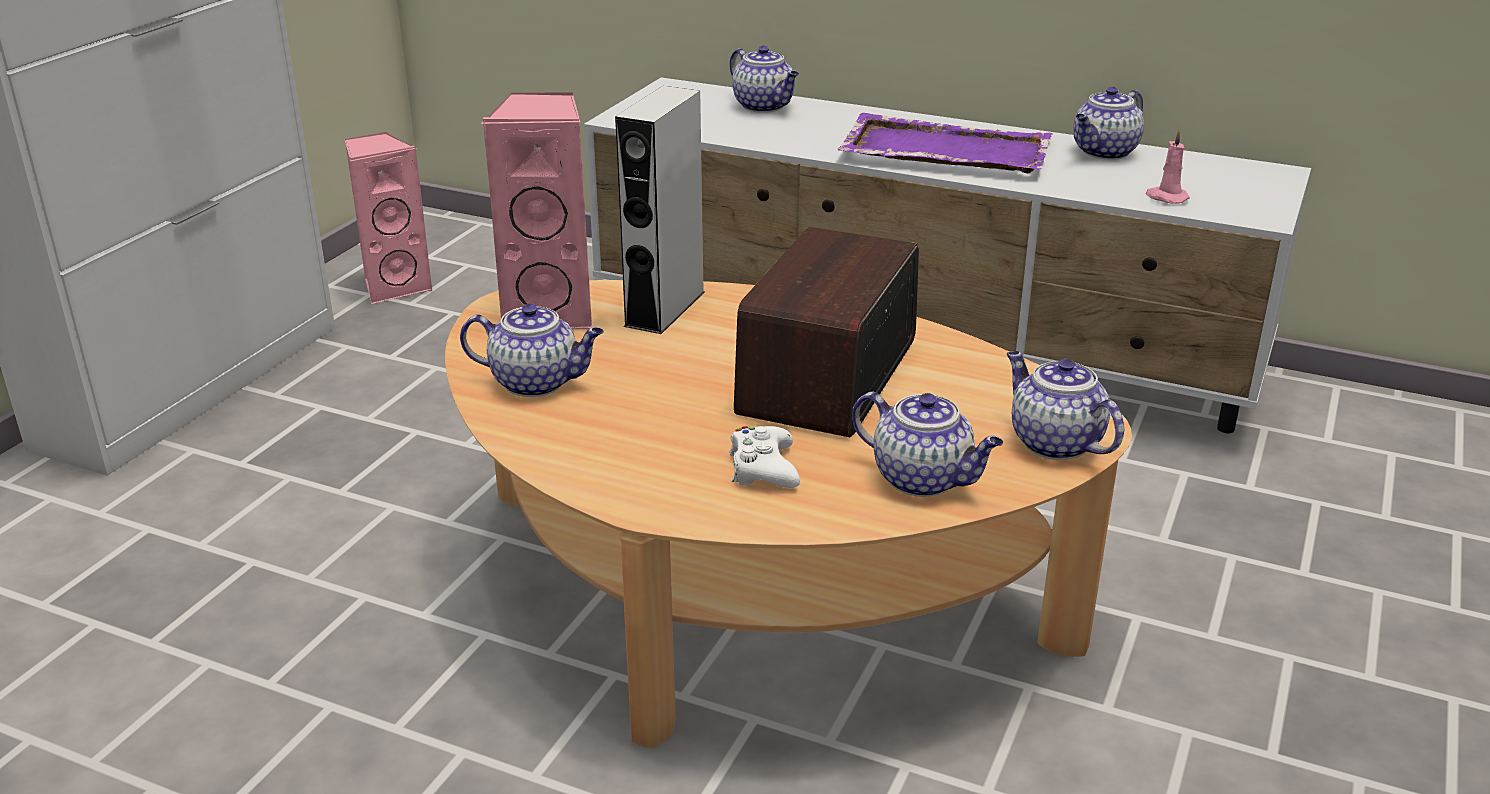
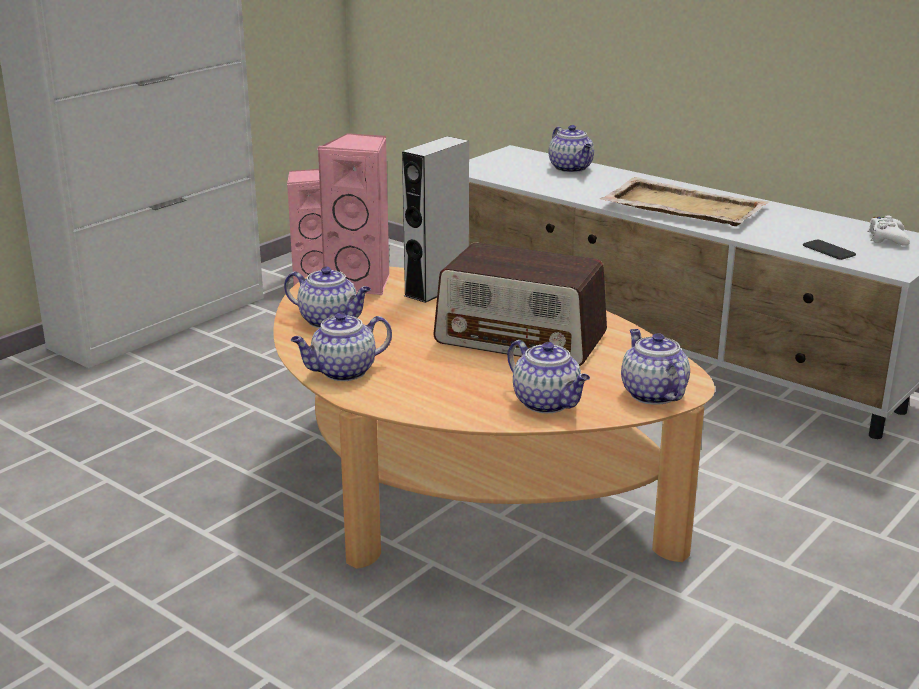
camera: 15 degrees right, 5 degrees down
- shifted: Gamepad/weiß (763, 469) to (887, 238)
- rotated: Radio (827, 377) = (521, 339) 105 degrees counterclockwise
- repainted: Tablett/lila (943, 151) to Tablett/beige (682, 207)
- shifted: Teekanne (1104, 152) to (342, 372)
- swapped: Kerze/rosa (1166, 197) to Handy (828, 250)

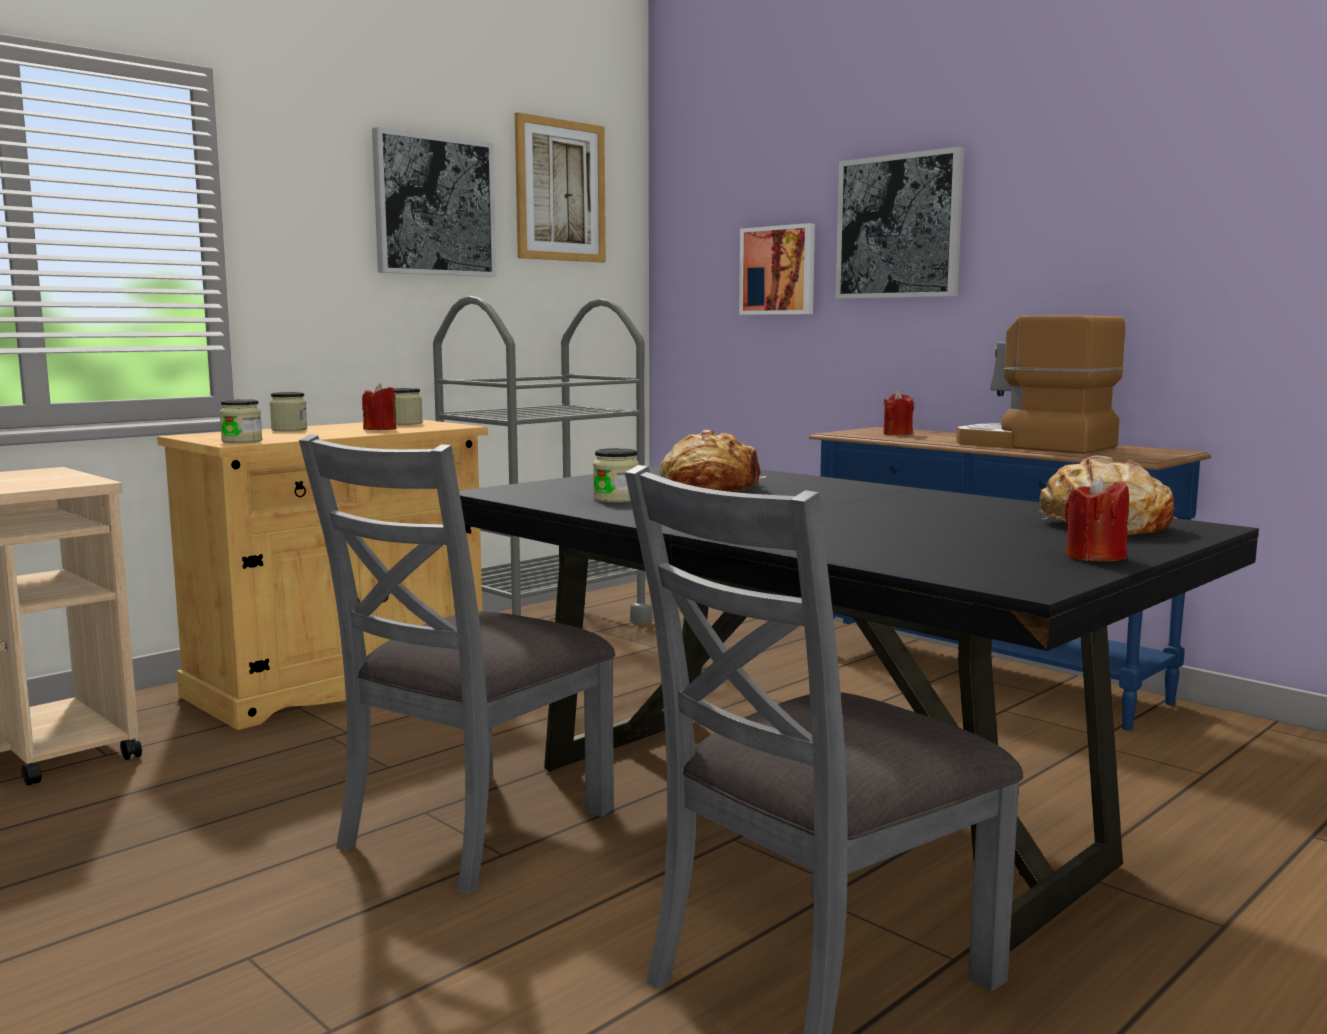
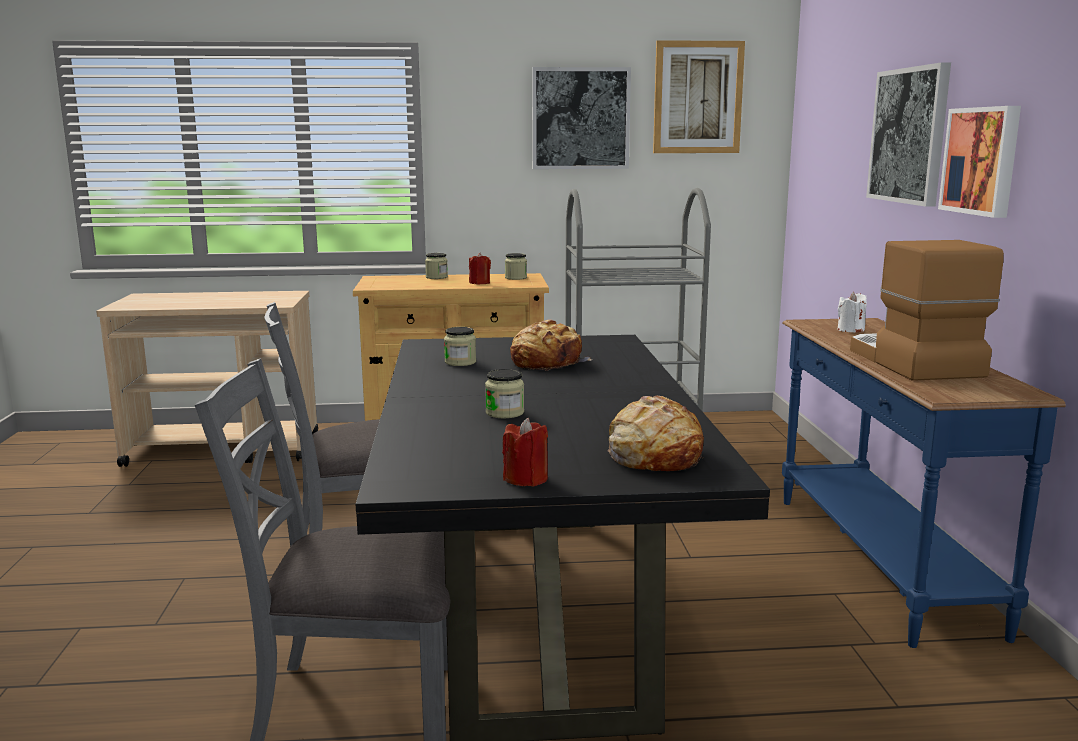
camera: 40 degrees right, 5 degrees up
- shifted: Vorratsglas (242, 441) to (505, 413)
- shifted: Bild (779, 270) to (982, 161)
- repainted: Kerze/rot (897, 434) to Kerze/weiß (850, 330)

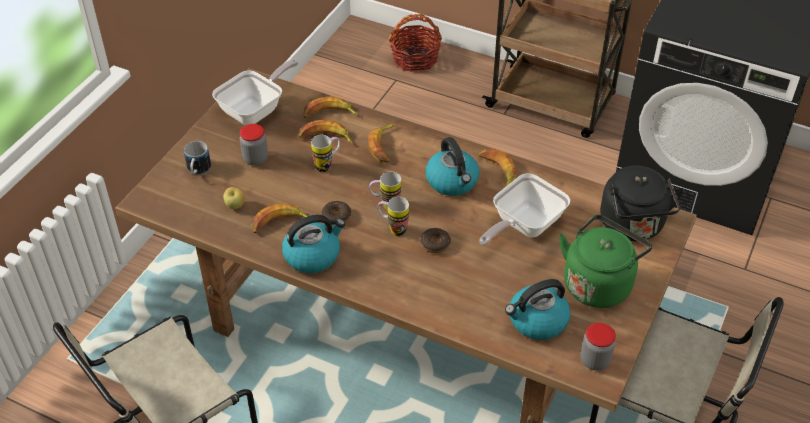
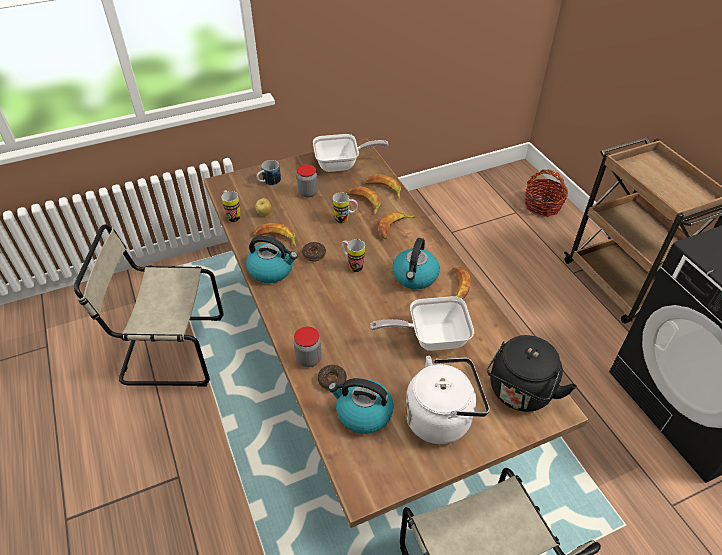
camera: 40 degrees right, 0 degrees up
- shifted: Henkelbecher (393, 229) to (232, 216)
- shifted: Donut (435, 244) to (332, 380)
- repainted: Wasserkessel/grün (598, 283) to Wasserkessel/weiß (442, 417)
- shifted: Vorratsglas (595, 360) to (308, 359)

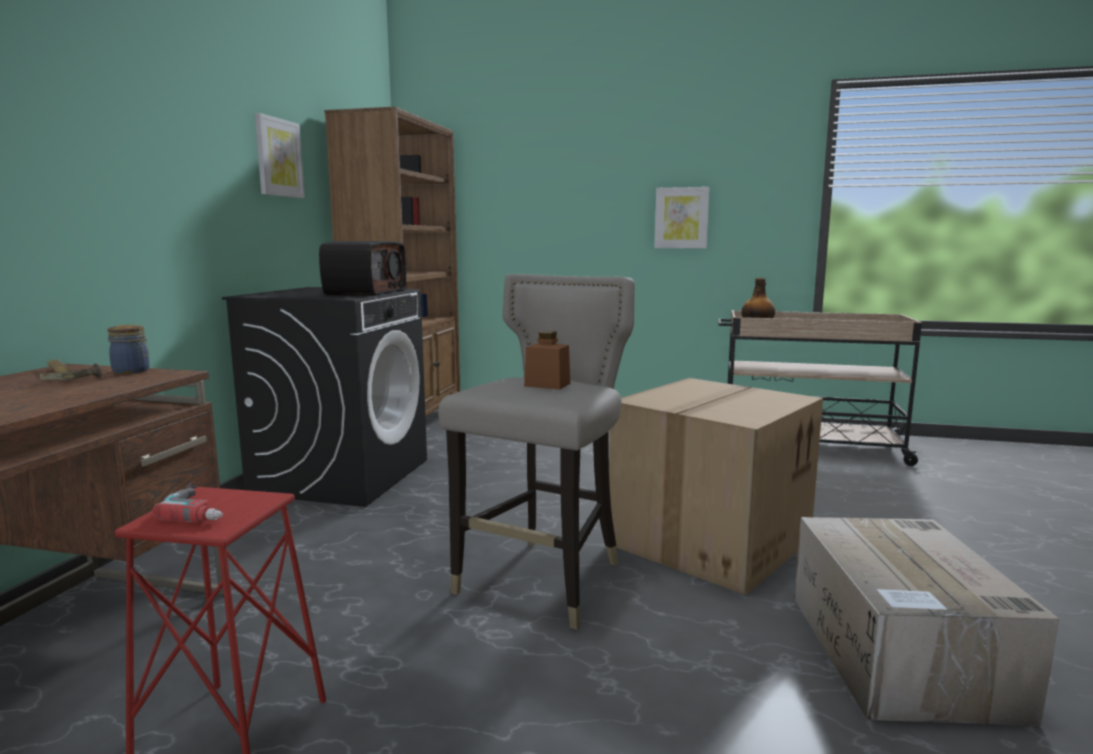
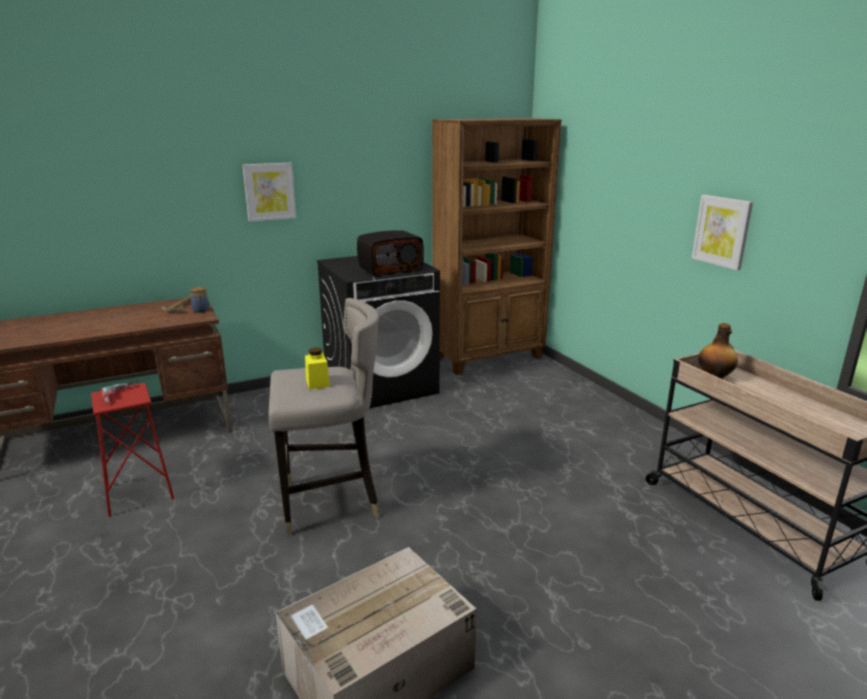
camera: 50 degrees right, 10 degrees up
- shifted: Bild (278, 158) to (269, 191)
- repainted: Vorratsglas/braun (547, 385) to Vorratsglas/gelb (317, 383)
- gone: Karton (709, 540)

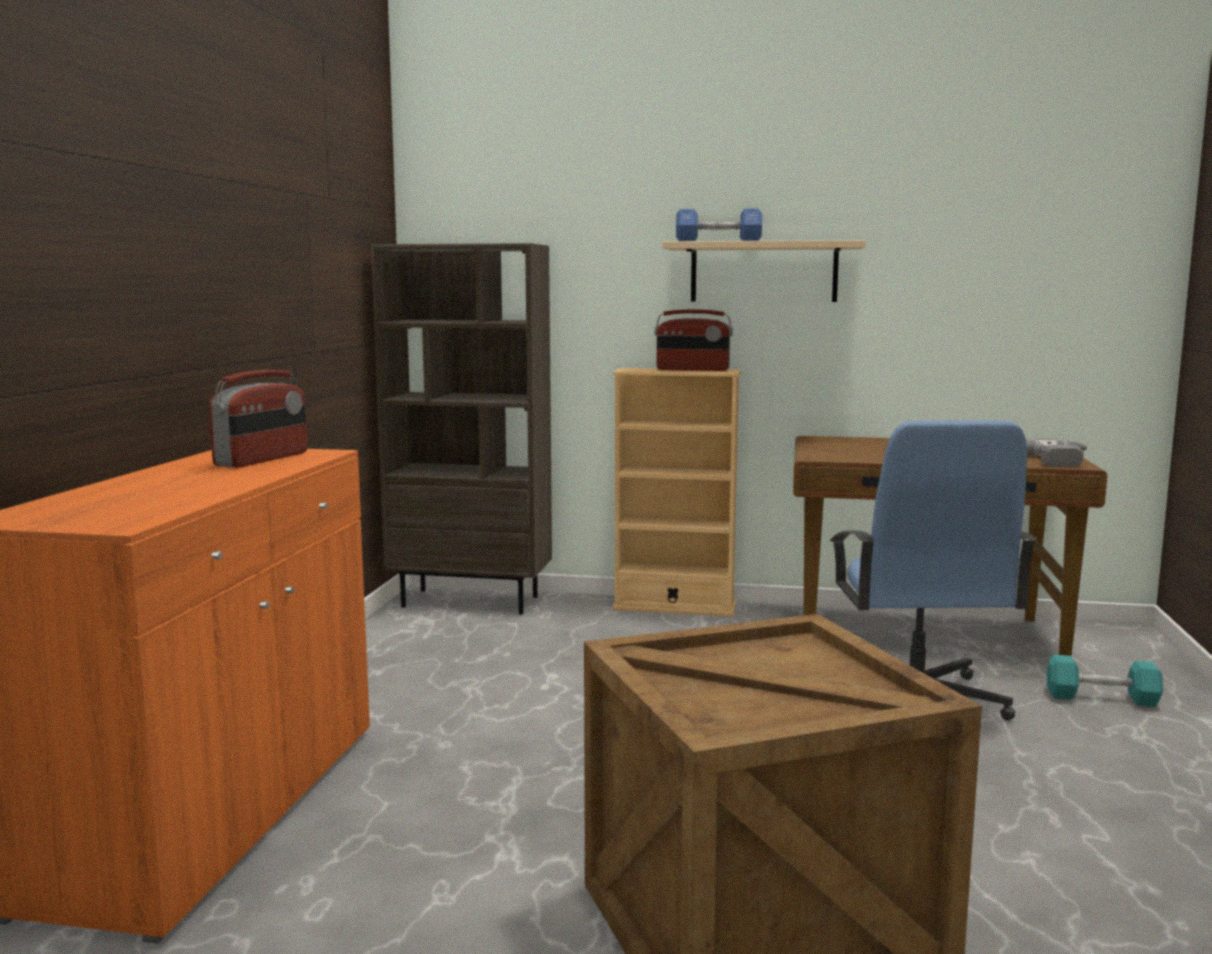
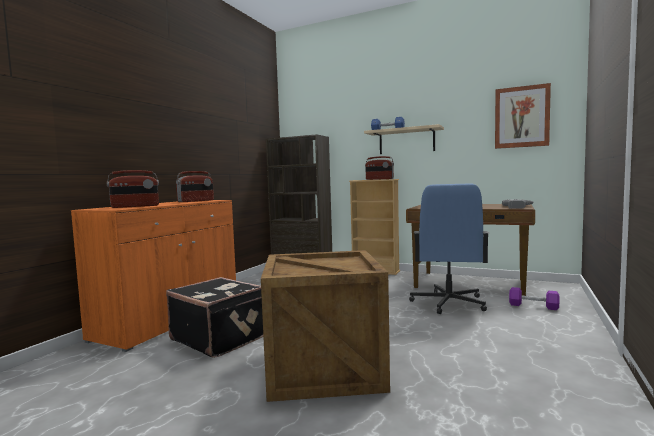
camera: 15 degrees right, 5 degrees down
- repainted: Hantel/türkis (1101, 698) to Hantel/lila (533, 306)
- new: Radio (135, 206)
- new: Koffer/schwarz (220, 338)
- new: Bild (521, 117)

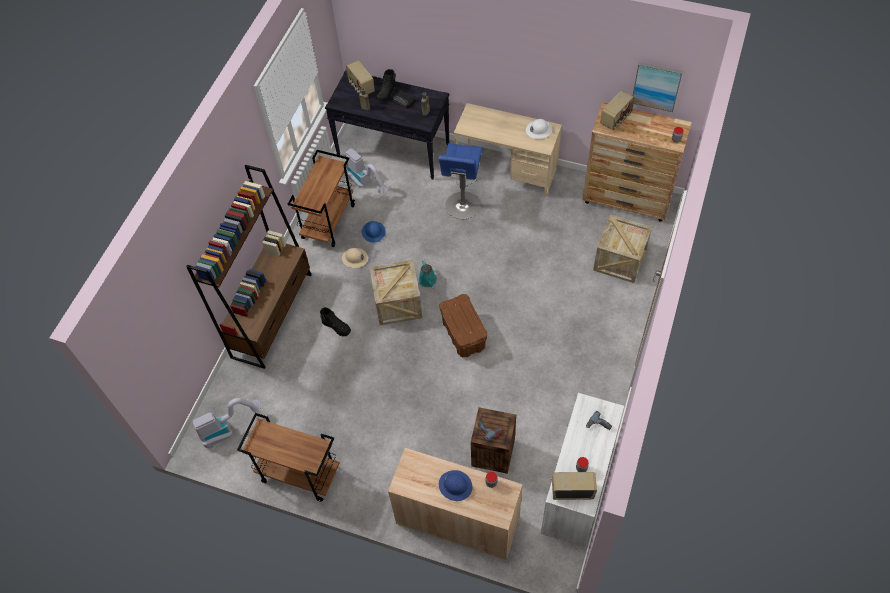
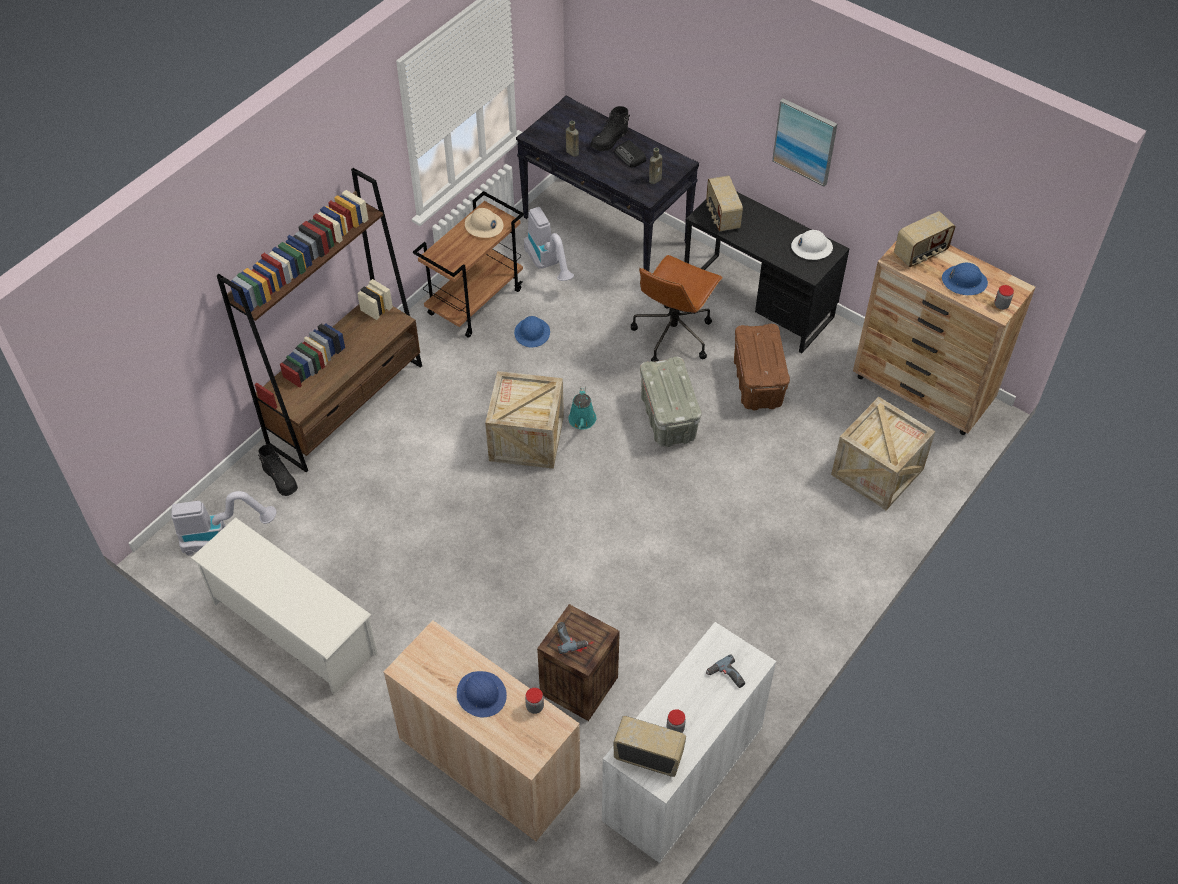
camera: 15 degrees right, 5 degrees down
- swapped: Rollwagen/braun (298, 474) to Schuhregal/weiß (293, 628)
- shifted: Stiefel/schwarz (336, 327) to (281, 479)
- shifted: Schutzhelm/beige (355, 258) to (484, 226)
- shifted: Radio (361, 87) to (722, 216)
- swapped: Hocker/blau (462, 207) to Bürostuhl/braun (673, 334)
- shifted: Aufbewahrungsbox/braun (464, 335) to (758, 383)
- repainted: Schreibtisch/beige (506, 171) to Schreibtisch/schwarz (757, 302)
- shifted: Bild (656, 86) to (805, 141)
- new: Aufbewahrungsbox/grau (668, 418)
- new: Schutzhelm/blau (964, 281)

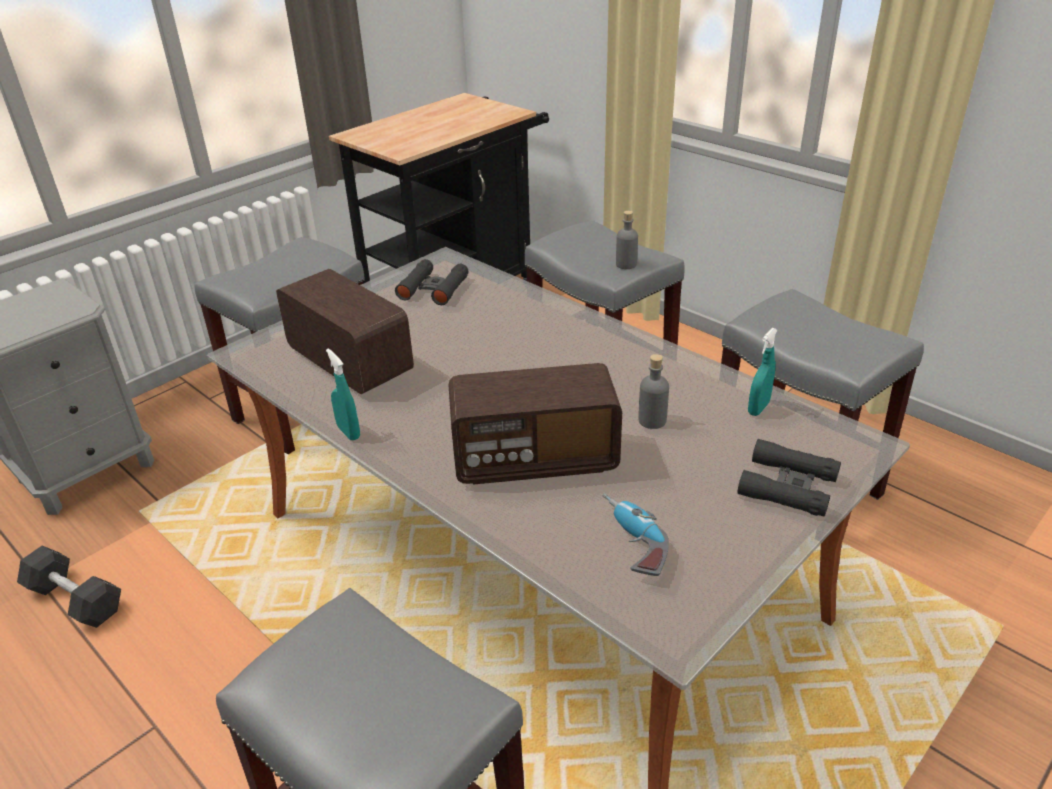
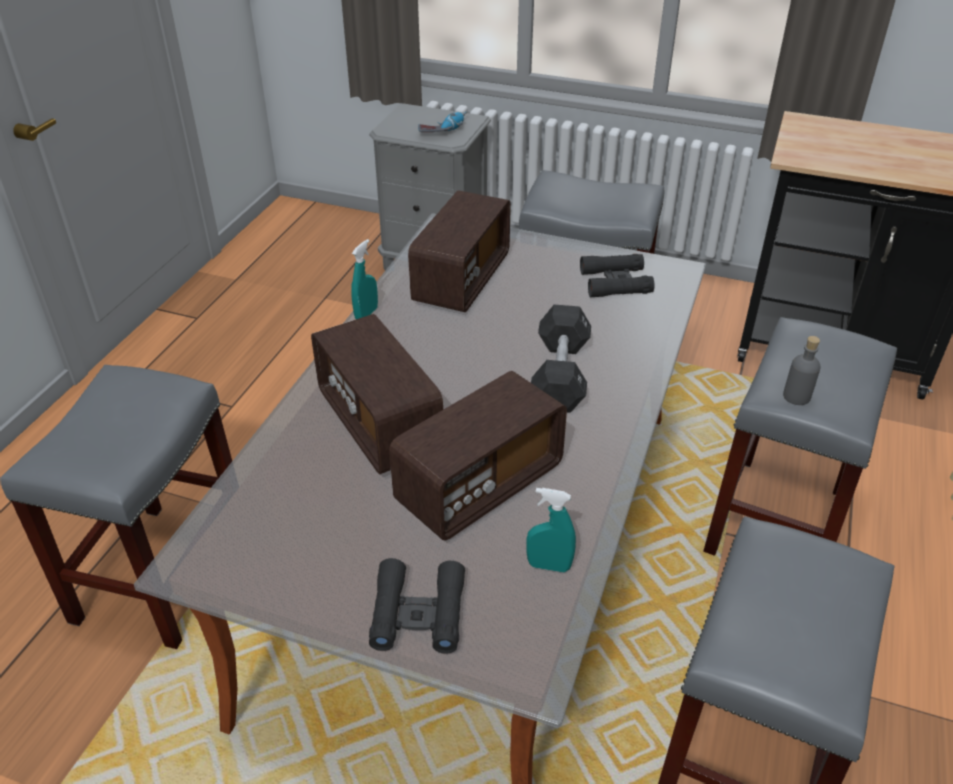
camera: 65 degrees right, 5 degrees up
- shifted: Hantel/schwarz (75, 599) to (560, 374)
- shifted: Bohrmaschine (630, 543) to (444, 129)
- swapped: Flasche/grau (652, 420) to Radio (479, 486)

